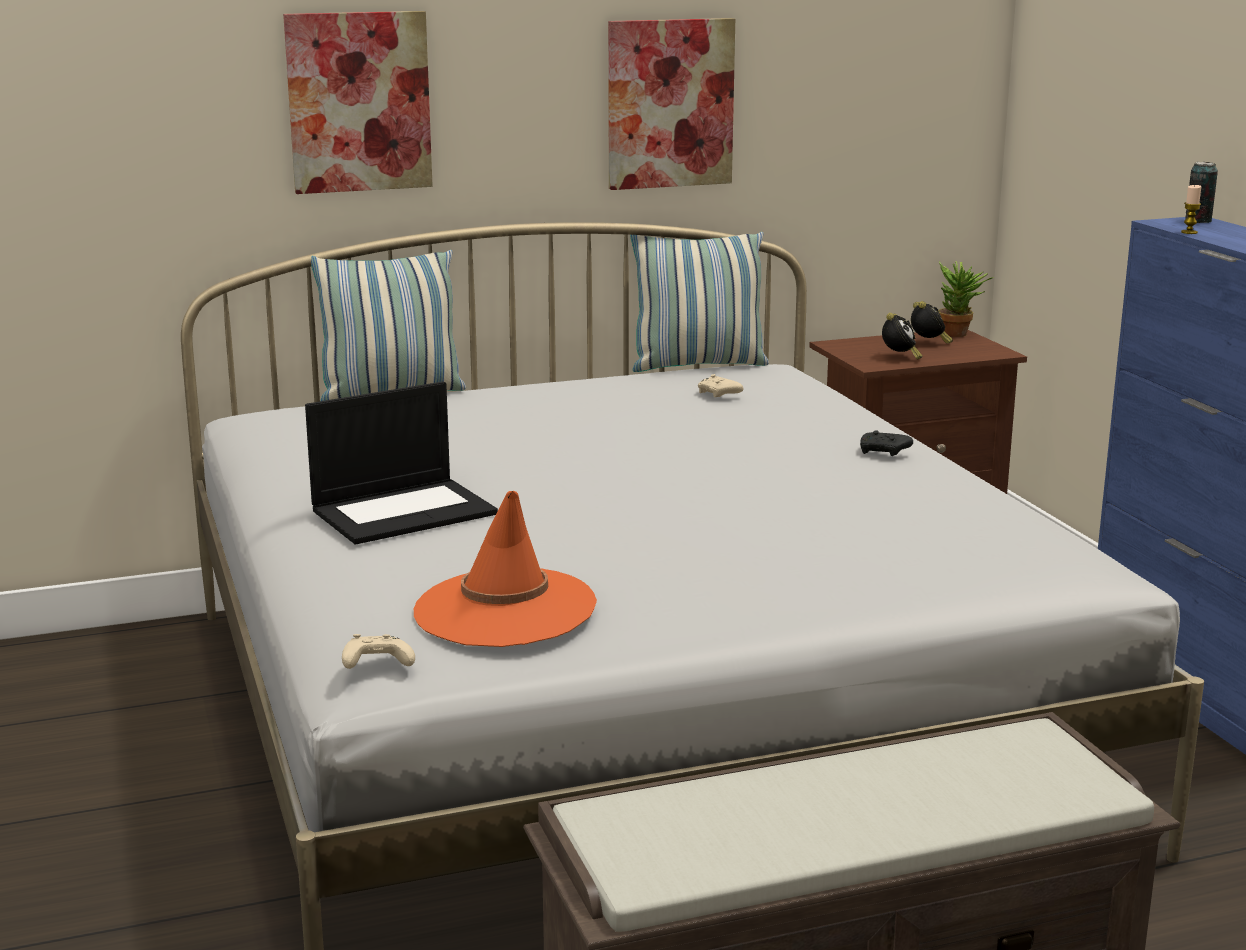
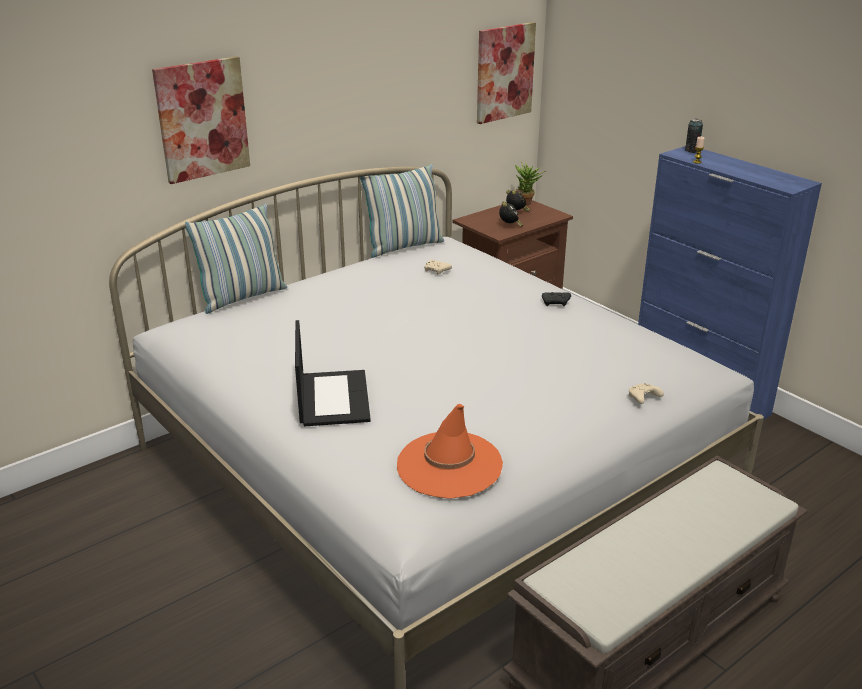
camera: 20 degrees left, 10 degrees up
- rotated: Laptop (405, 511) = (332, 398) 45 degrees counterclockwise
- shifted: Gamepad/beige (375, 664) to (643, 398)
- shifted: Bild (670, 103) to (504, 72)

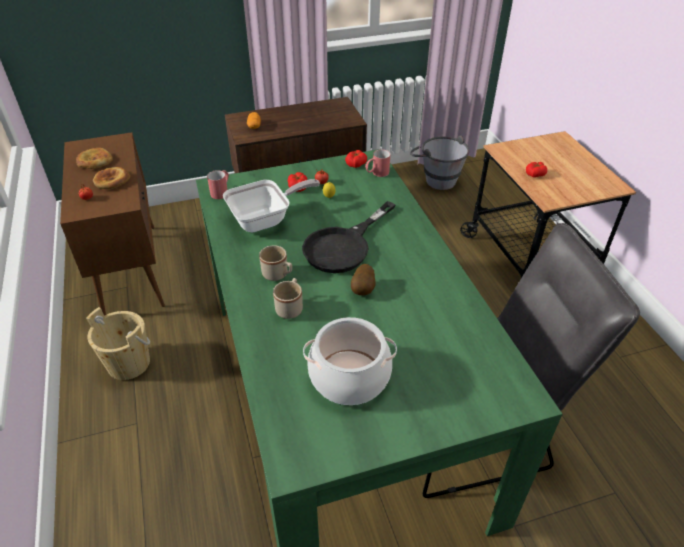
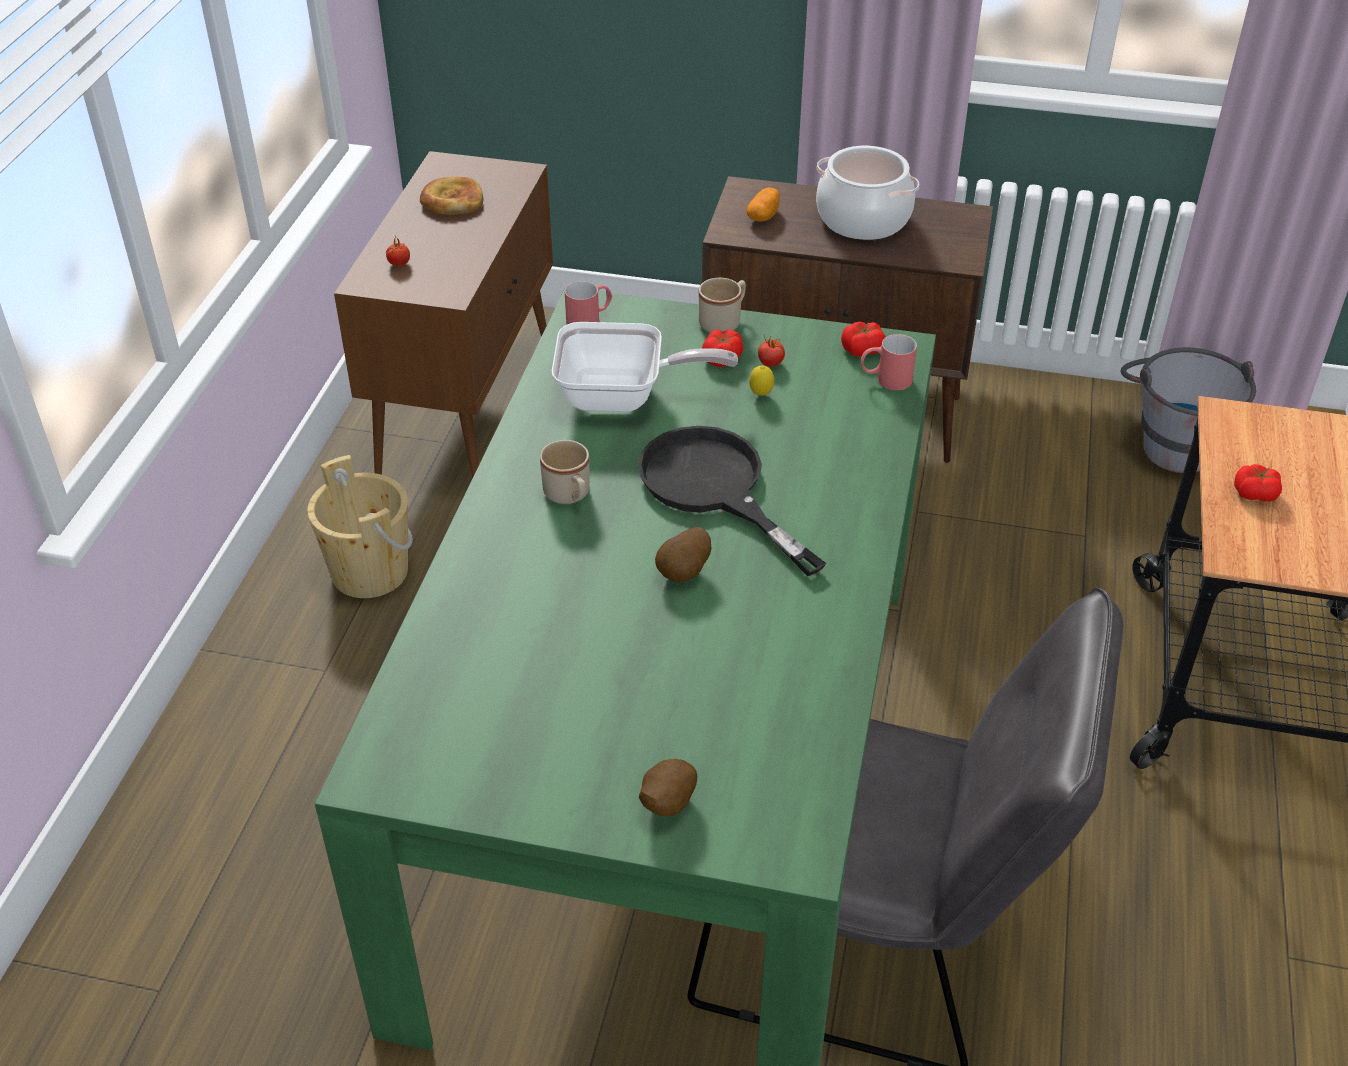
camera: 30 degrees right, 0 degrees up
- gone: Brot (112, 180)
- shifted: Henkelbecher/beige (290, 307) to (724, 321)
- rotated: Pfanne/schwarz (344, 246) = (714, 489) 75 degrees clockwise
- shifted: Kochtopf (350, 376) to (864, 219)
- new: Kartoffel (666, 804)

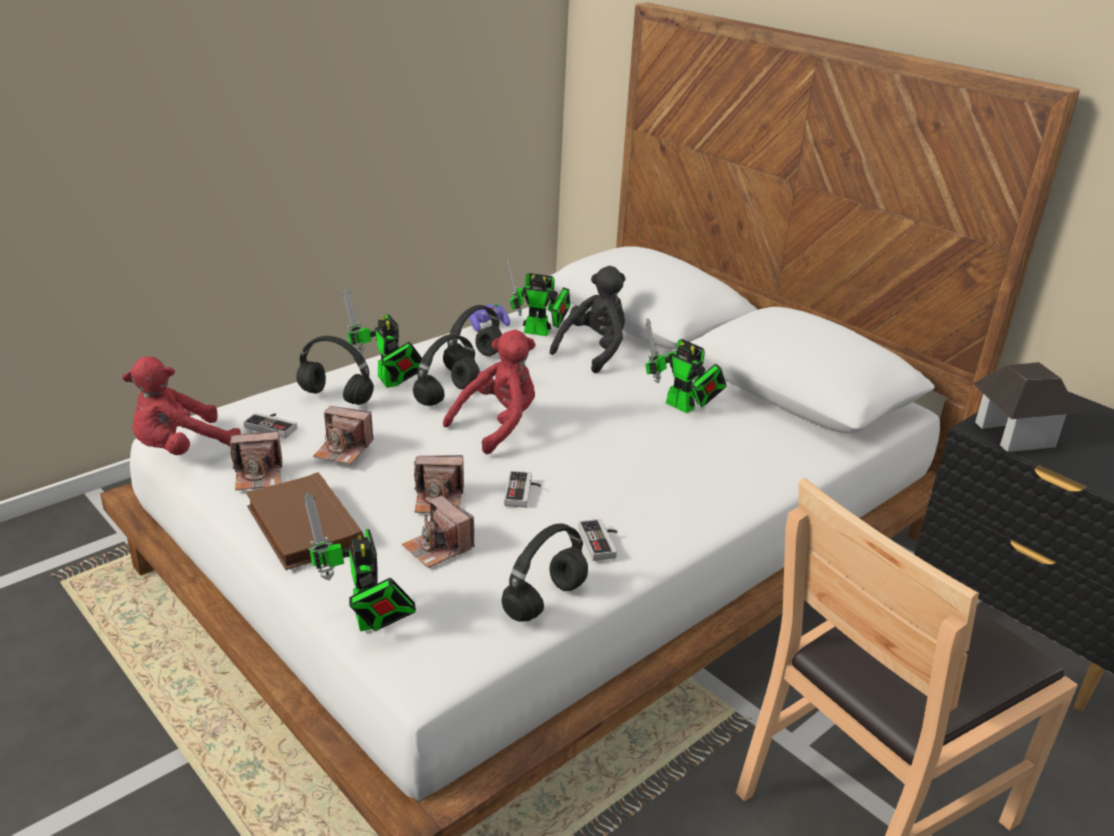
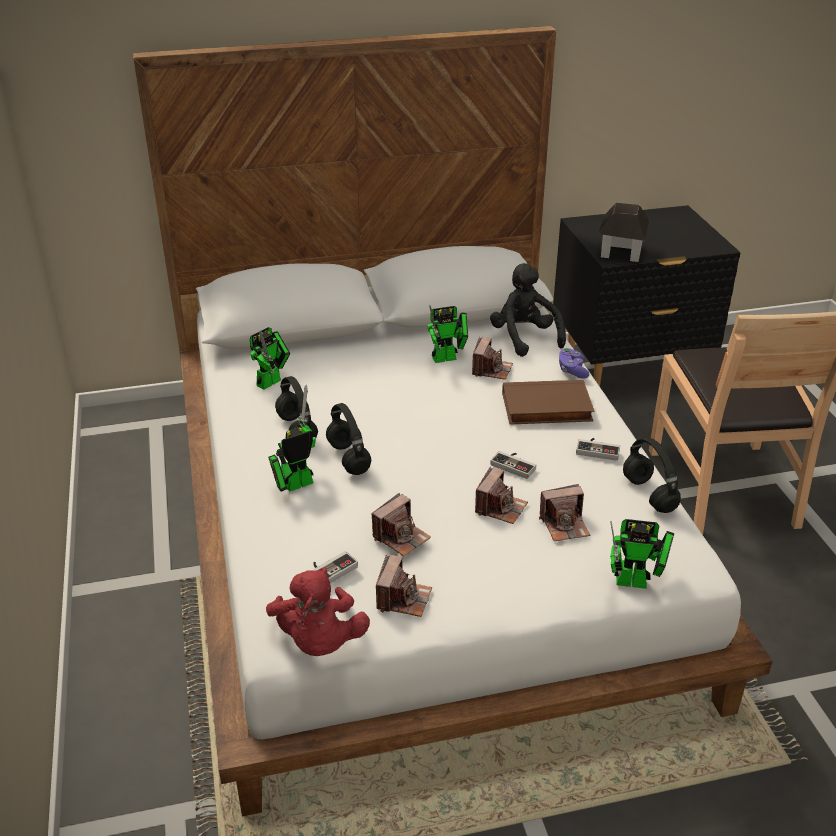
camera: 60 degrees left, 5 degrees up
- shifted: Buch/braun (301, 527) to (546, 408)
- gone: Kopfhörer/schwarz (334, 397)
- rotated: Spielzeugroboter (390, 383) = (294, 485) 150 degrees clockwise
- gone: Plüschtier/rot (498, 426)
- shifted: Gamepad/lila (487, 325) to (572, 370)
- shifted: Plüschtier/schwarz (594, 351) to (524, 338)
- new: Kamera (491, 369)

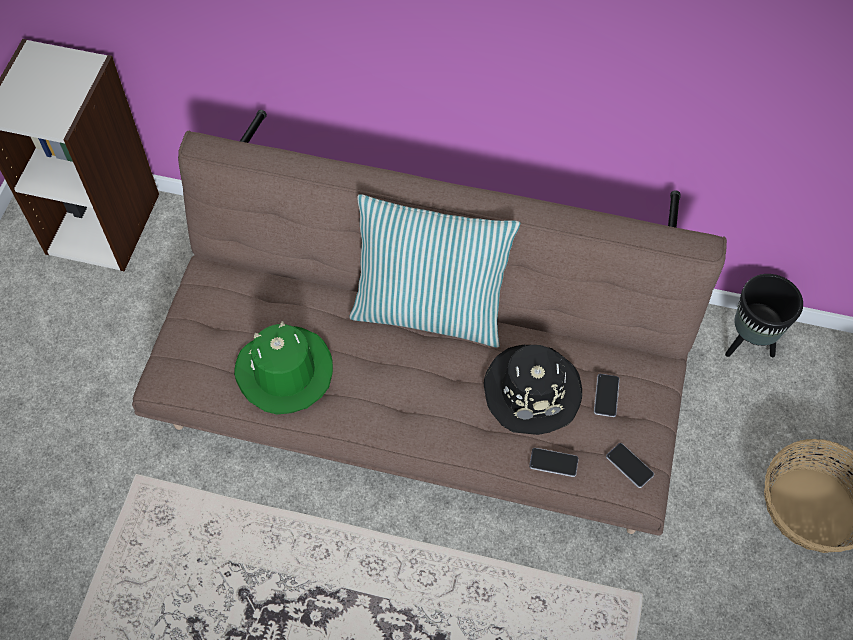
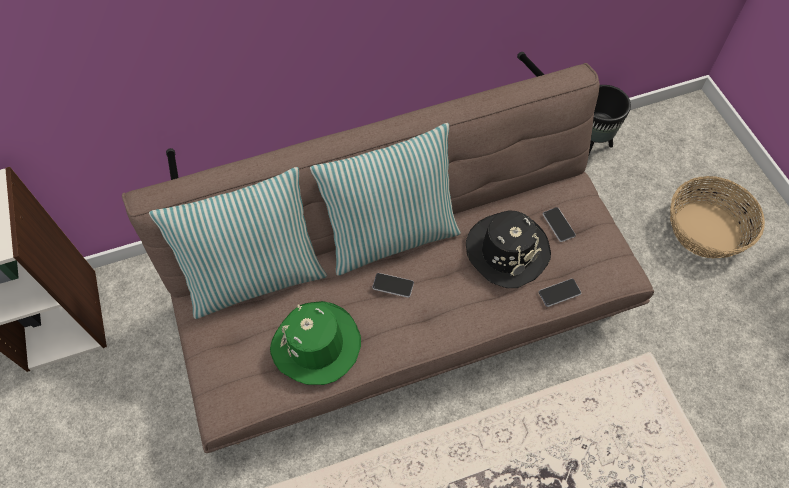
camera: 30 degrees left, 0 degrees up
- shifted: Handy (629, 465) to (393, 285)
- new: Kissen (256, 277)

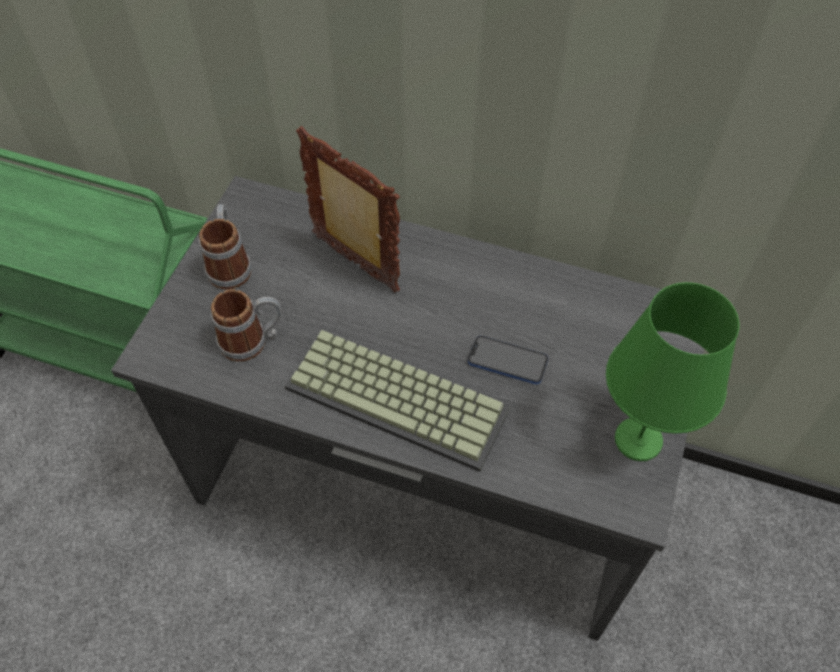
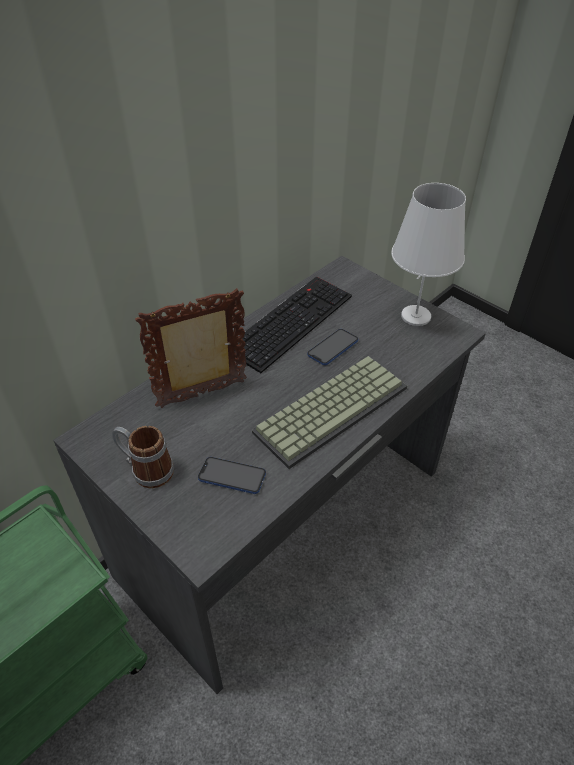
camera: 65 degrees left, 10 degrees down
- swapped: Henkelbecher (252, 340) to Handy (232, 476)
- repainted: Tischlampe/grün (638, 440) to Tischlampe/weiß (416, 316)
- new: Tastatur (290, 321)

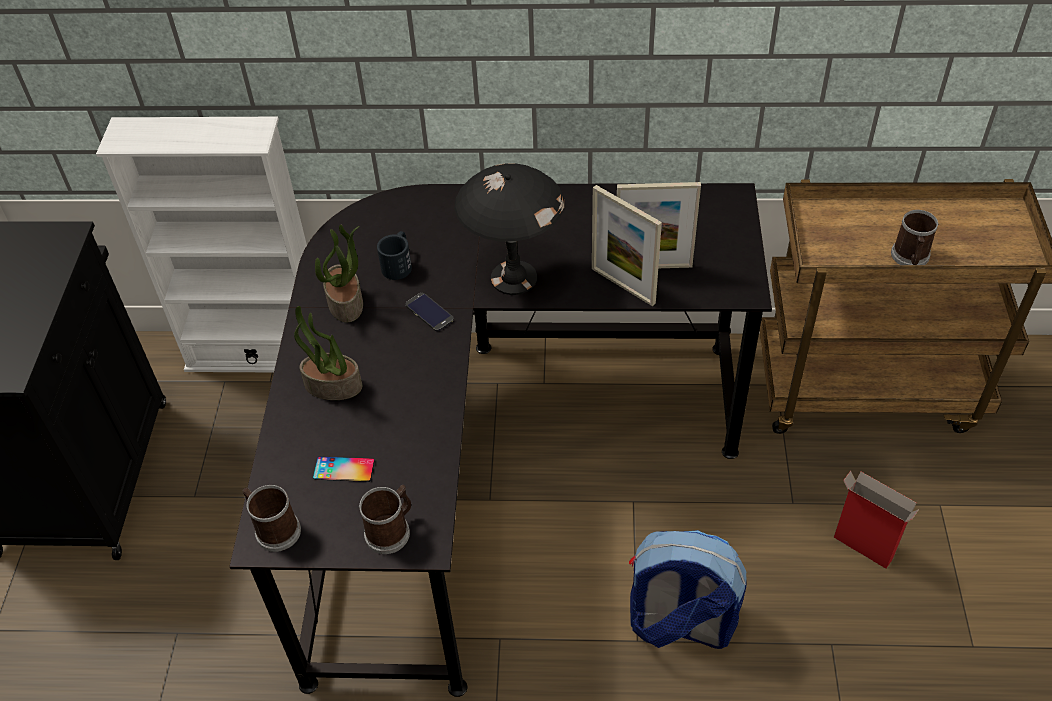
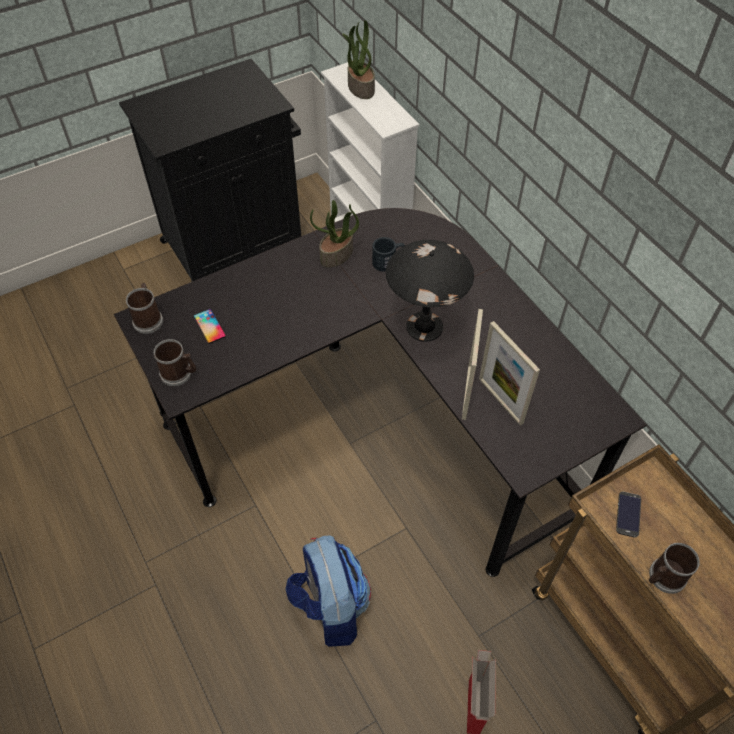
camera: 55 degrees right, 5 degrees up
- shifted: Topfpflanze (332, 386) to (360, 88)
- shifted: Handy (429, 312) to (628, 514)

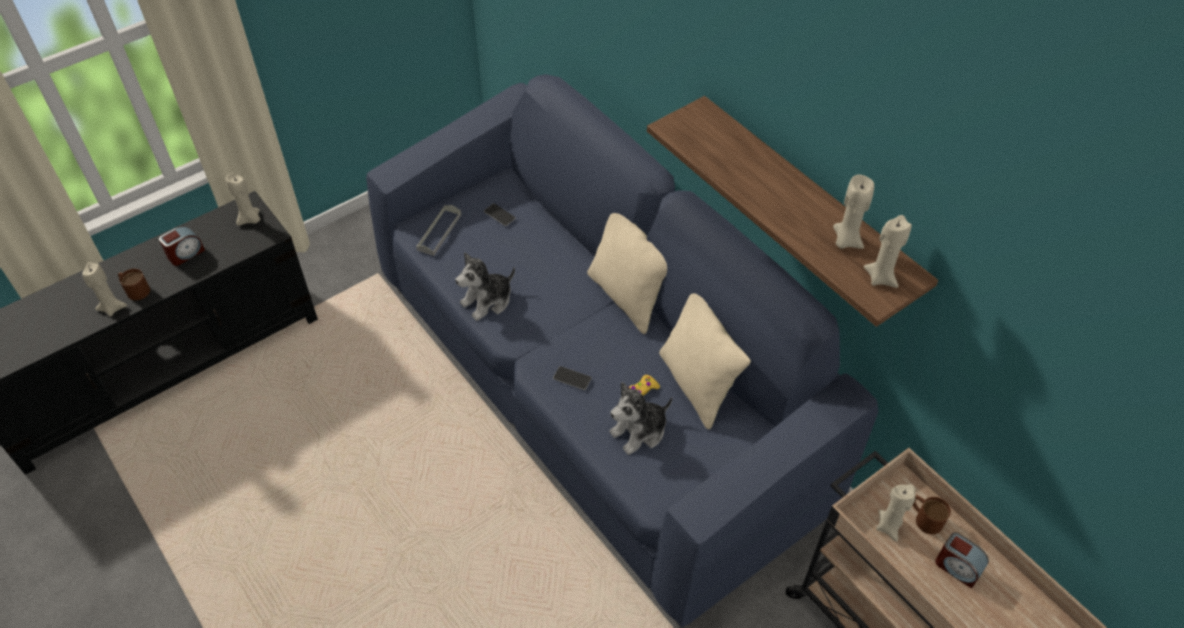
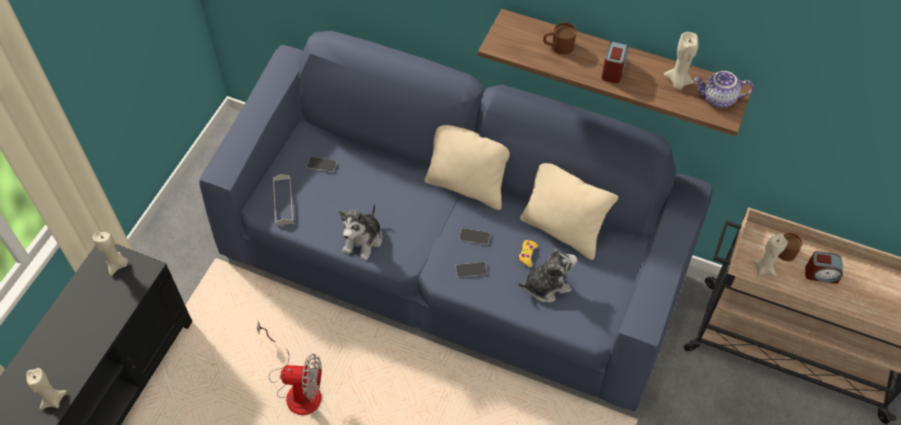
camera: 30 degrees left, 5 degrees up
- shifted: Henkelbecher/braun (135, 289) to (558, 46)
- shifted: Wecker (185, 254) to (613, 70)
- rotated: Plüschtier (639, 431) = (546, 285) 135 degrees counterclockwise
- swapped: Kerze/beige (881, 277) to Teekanne (718, 99)
- new: Ventilator (297, 388)
- new: Handy (474, 236)

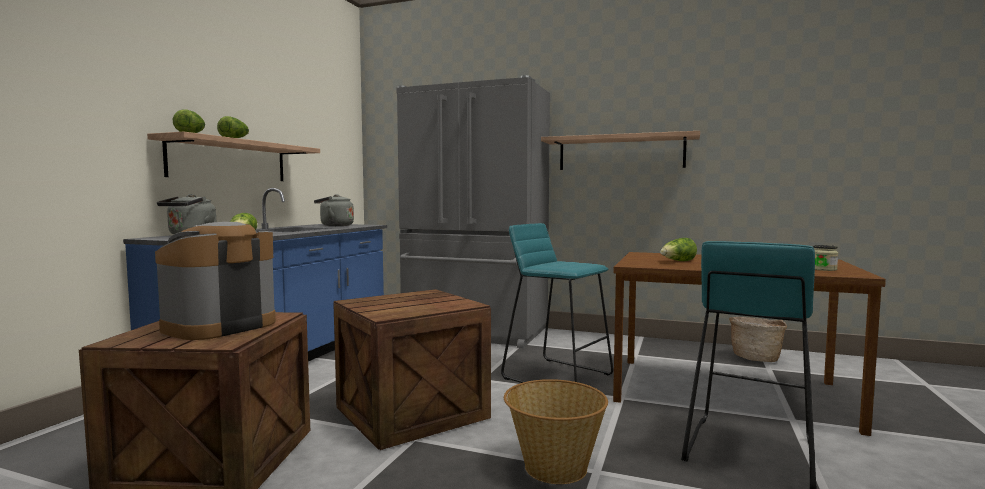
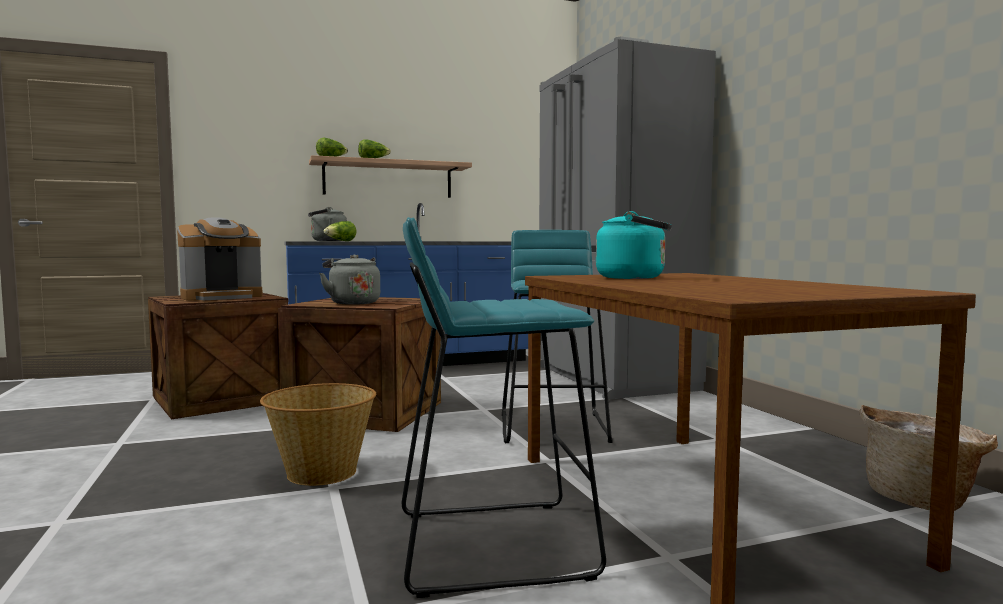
camera: 50 degrees right, 0 degrees up
- rotated: Kaffeemaschine (219, 326) = (222, 297) 150 degrees clockwise
- shifted: Wasserkessel/grau (334, 225) to (352, 303)
- gone: Wandregal (620, 153)
- swapped: Salatkopf (677, 261) to Wasserkessel/türkis (635, 278)
- gone: Vorratsglas (823, 269)

